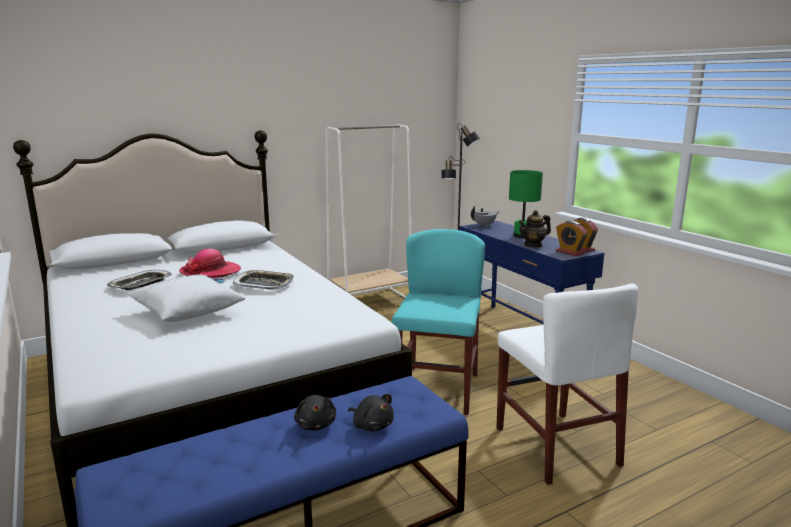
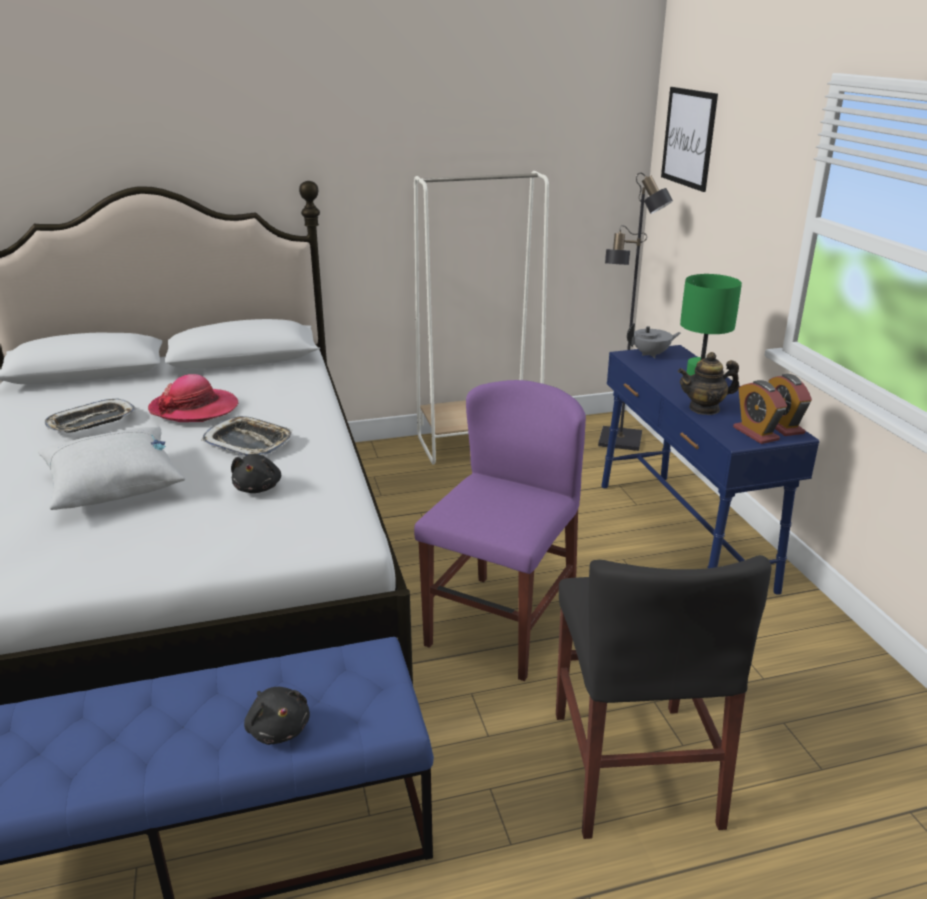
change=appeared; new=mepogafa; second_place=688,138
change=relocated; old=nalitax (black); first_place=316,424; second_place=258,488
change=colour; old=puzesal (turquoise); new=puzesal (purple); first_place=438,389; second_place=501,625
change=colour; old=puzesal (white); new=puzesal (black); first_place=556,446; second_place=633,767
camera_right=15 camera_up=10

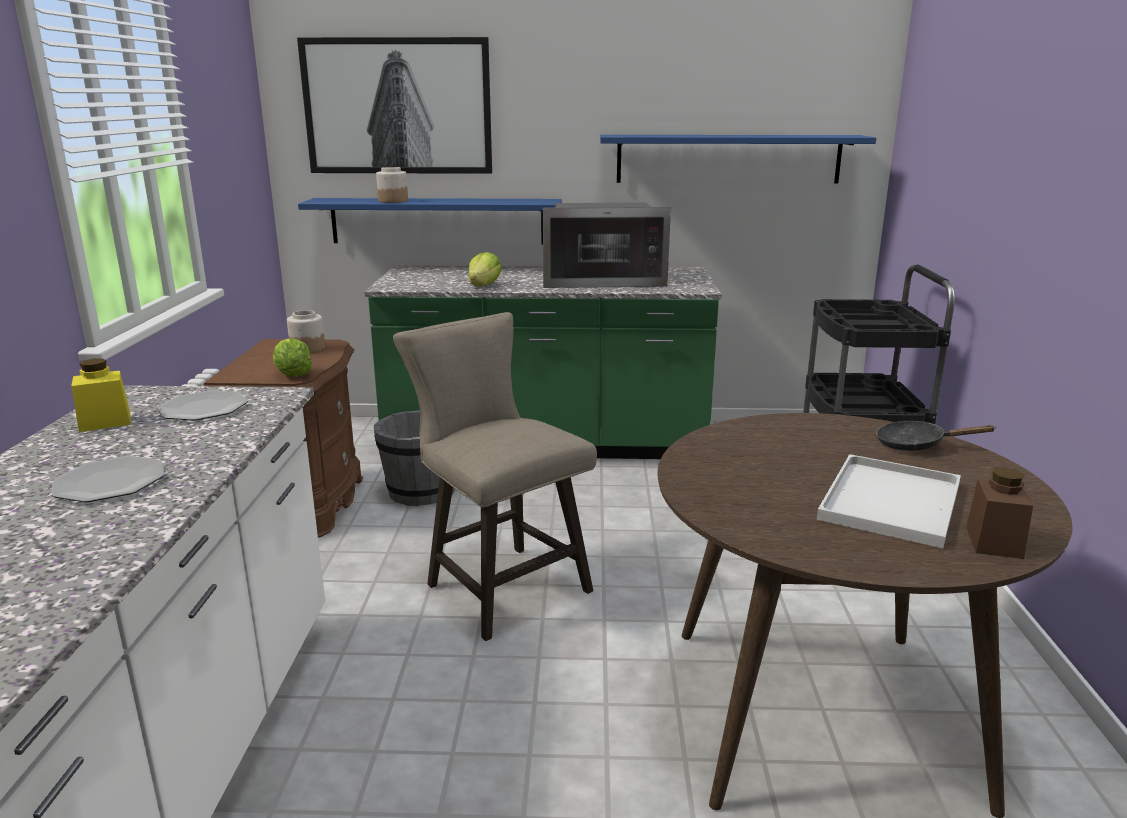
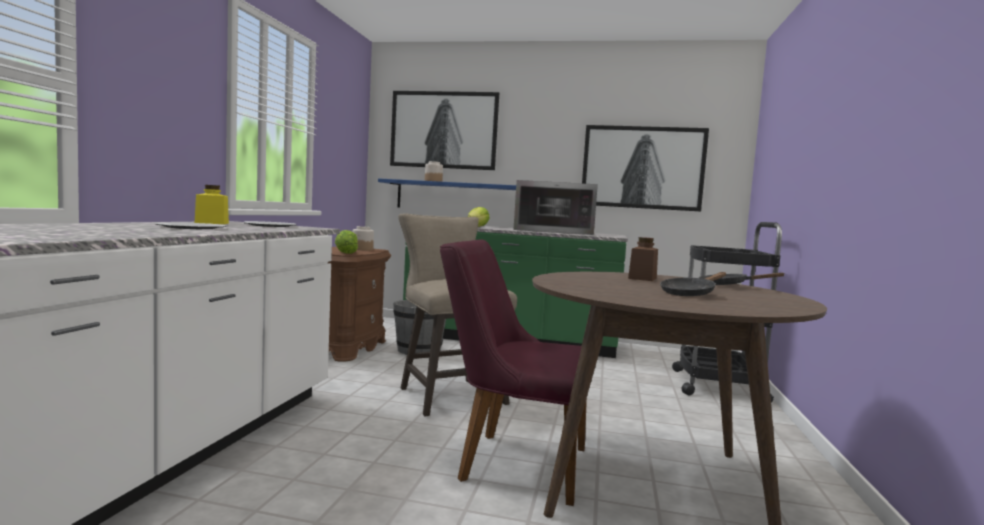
change=appeared; new=puzesal (purple); second_place=511,462
change=relocated; old=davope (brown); first_place=994,542; second_place=642,278
change=exchanged; old=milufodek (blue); new=mepogafa; first_place=728,159; second_place=642,167
change=exchanged; old=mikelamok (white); new=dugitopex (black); first_place=889,500; second_place=690,294
camera_right=10 camera_up=-15

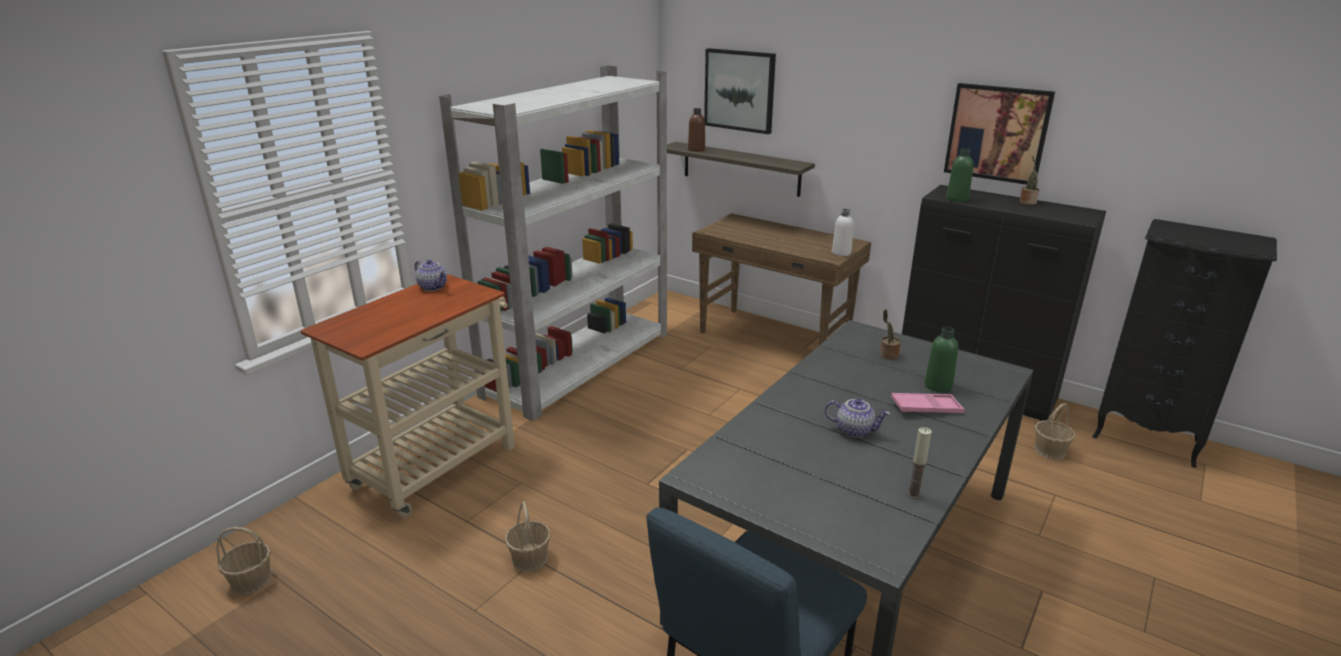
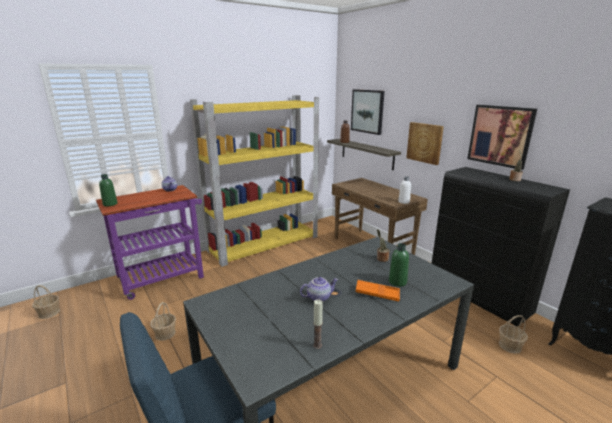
change=appeared; new=mepogafa; second_place=425,142
change=relocated; old=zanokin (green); first_place=957,199; second_place=110,204
change=colour; old=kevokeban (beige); new=kevokeban (purple); first_place=436,467; second_place=163,279
change=colour; old=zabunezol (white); new=zabunezol (yellow); first_place=579,363; second_place=264,244
change=colour; old=mikelamok (pink); new=mikelamok (orange); first_place=926,408; second_place=377,293
change=spun; old=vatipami; first_place=854,430; second_place=319,297; degrees=-60
camera_right=20 camera_up=-5

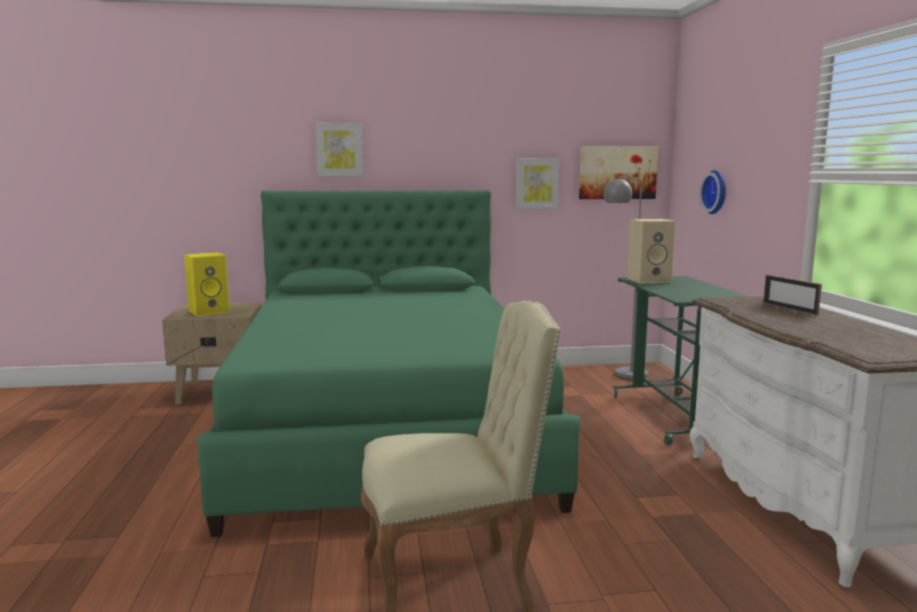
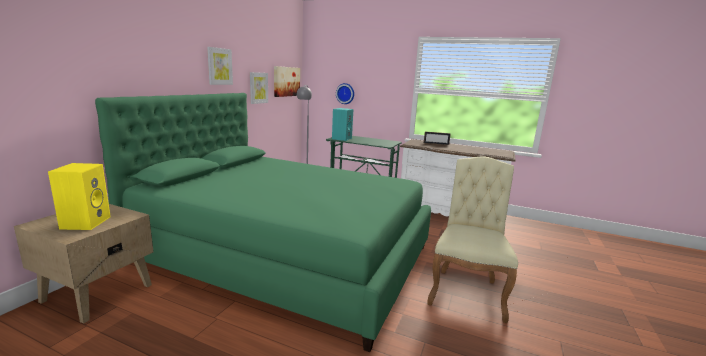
change=relocated; old=mepogafa; first_place=339,149; second_place=219,66
change=colour; old=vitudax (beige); new=vitudax (turquoise); first_place=649,280; second_place=341,138
camera_right=-60 camera_up=5

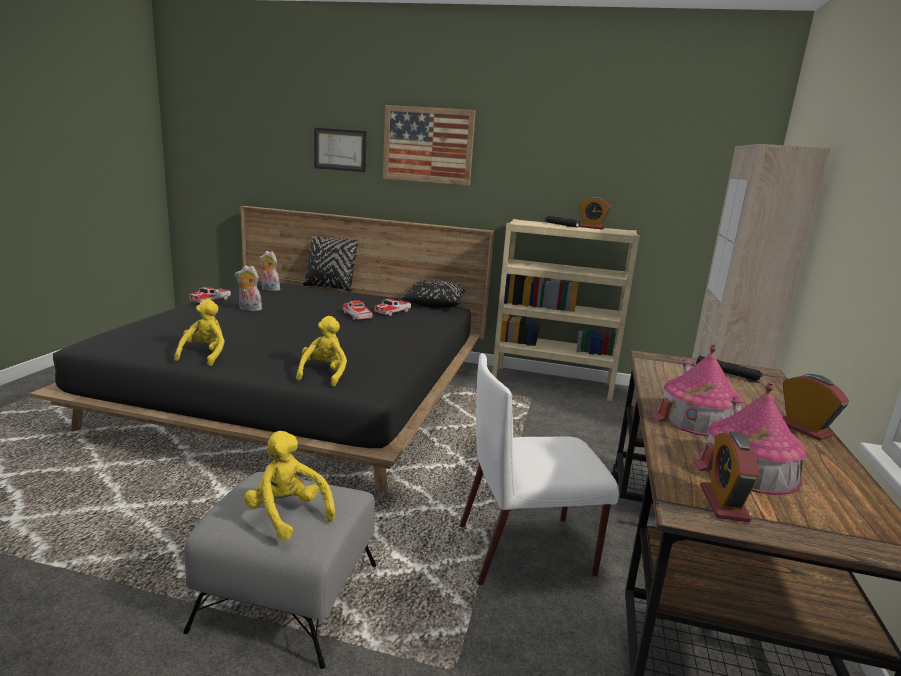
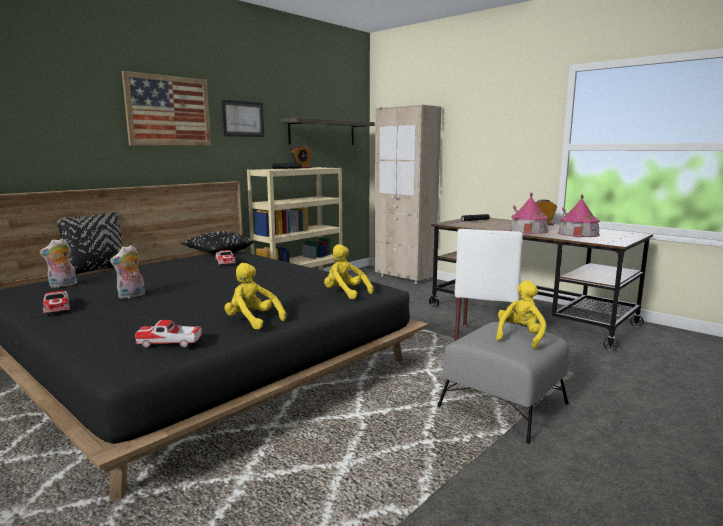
change=missing; old=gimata; first_place=724,503
change=appeared; new=milufodek; second_place=322,132
change=relocated; old=mepogafa; first_place=340,149; second_place=243,119
change=relocated; old=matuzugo; first_place=357,316; second_place=170,342
change=spun; old=nalitax (yellow); first_place=287,514; second_place=520,337; degrees=135
camera_right=-60 camera_up=-5

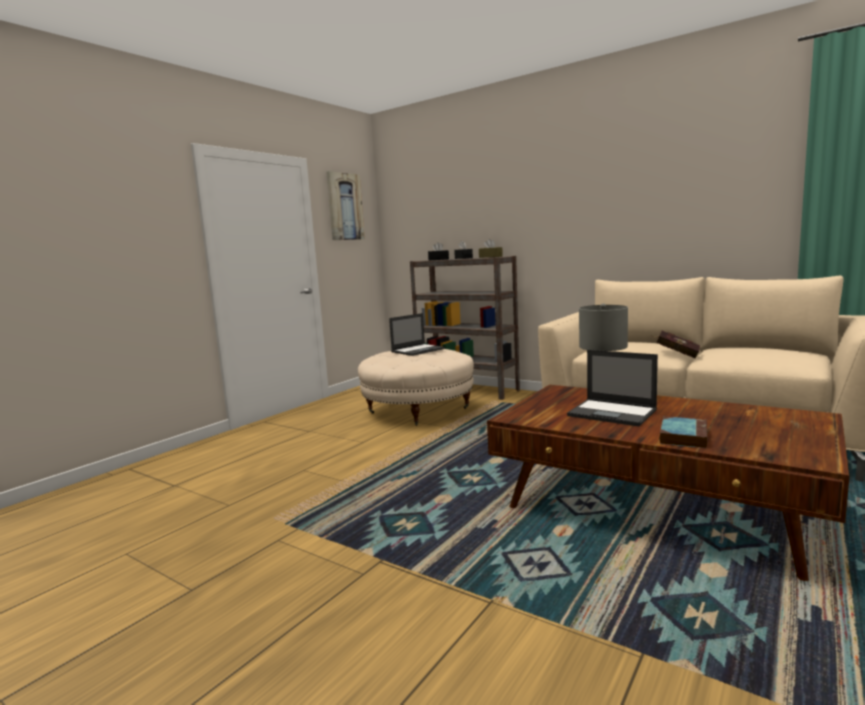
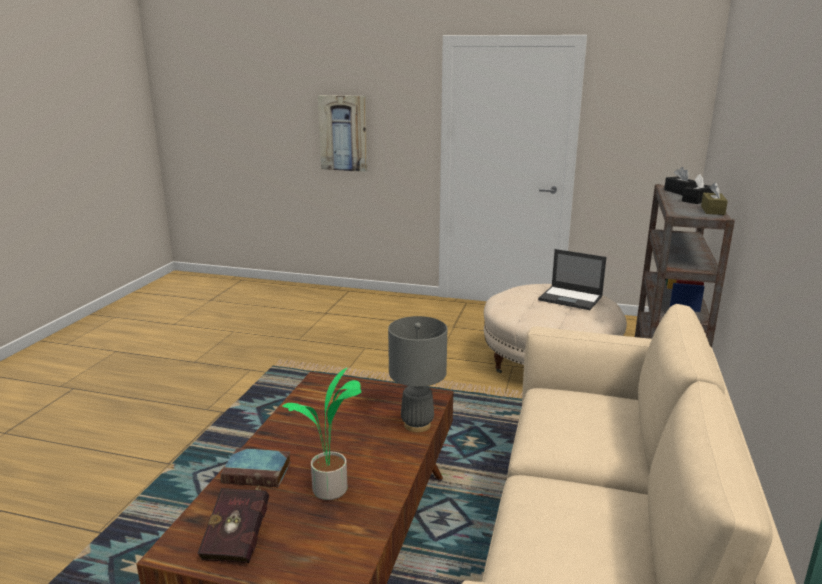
change=missing; old=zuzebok; first_place=613,413
change=appeared; new=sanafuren; second_place=330,492
change=relocated; old=mepogafa; first_place=344,207; second_place=343,133
change=relocated; old=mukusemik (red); first_place=675,355; second_place=239,538
camera_right=70 camera_up=10

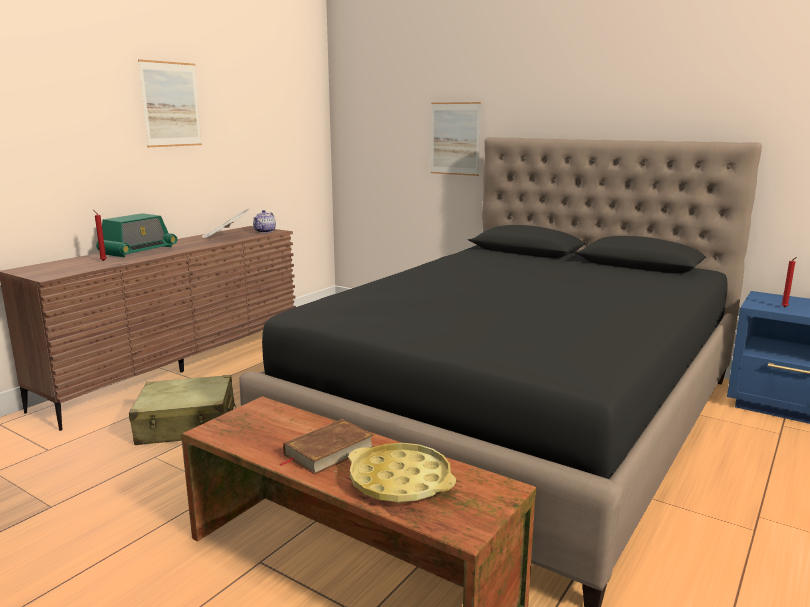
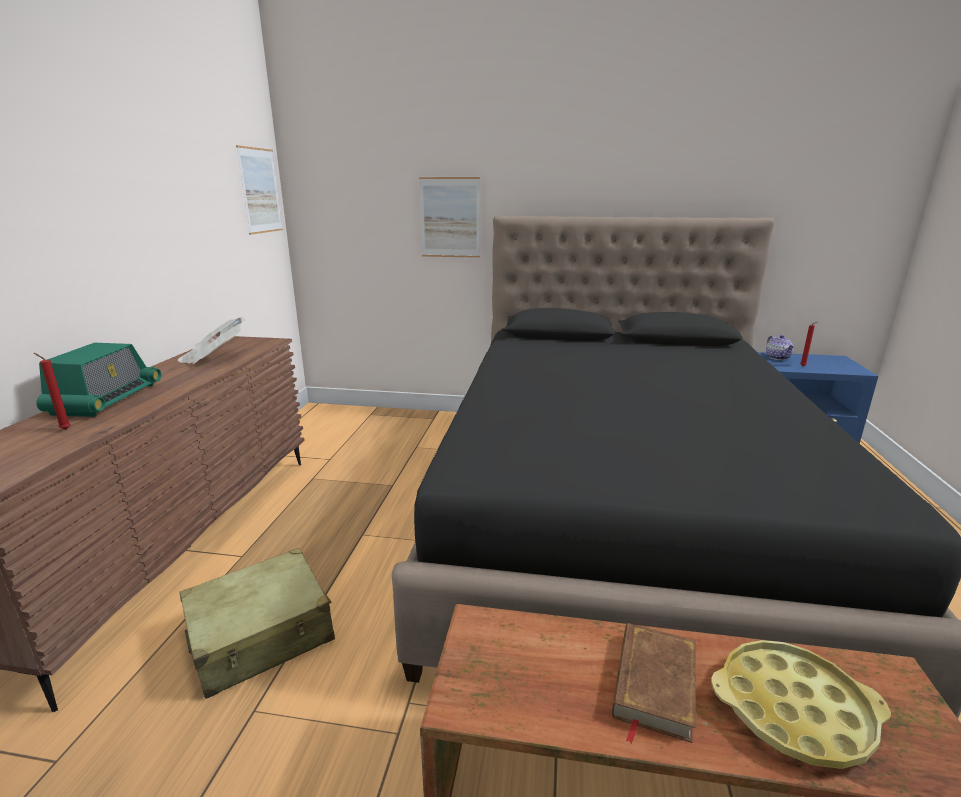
change=relocated; old=mepogafa; first_place=171,104; second_place=260,191
change=relocated; old=vatipami; first_place=265,231; second_place=777,357
camera_right=-25 camera_up=5

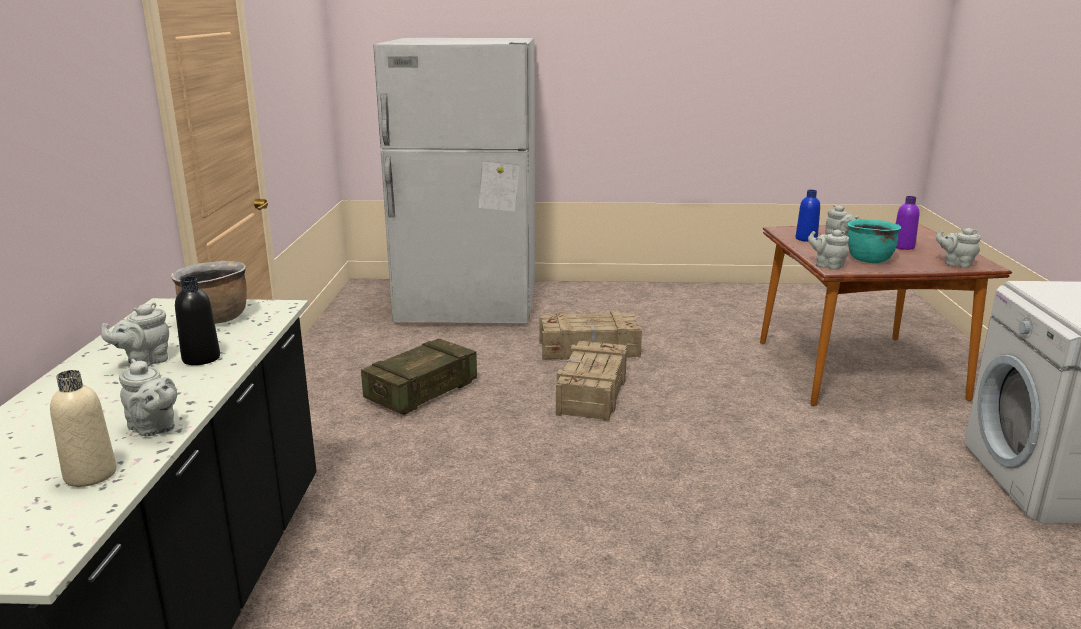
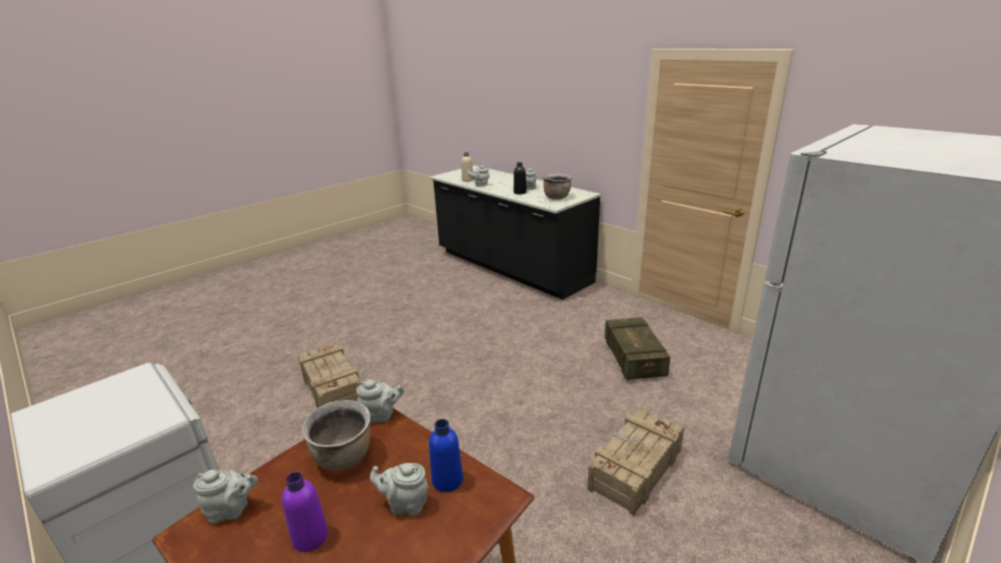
change=relocated; old=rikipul; first_place=591,393; second_place=332,387
change=colour; old=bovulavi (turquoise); new=bovulavi (brown); first_place=868,260; second_place=344,458
camera_right=135 camera_up=5

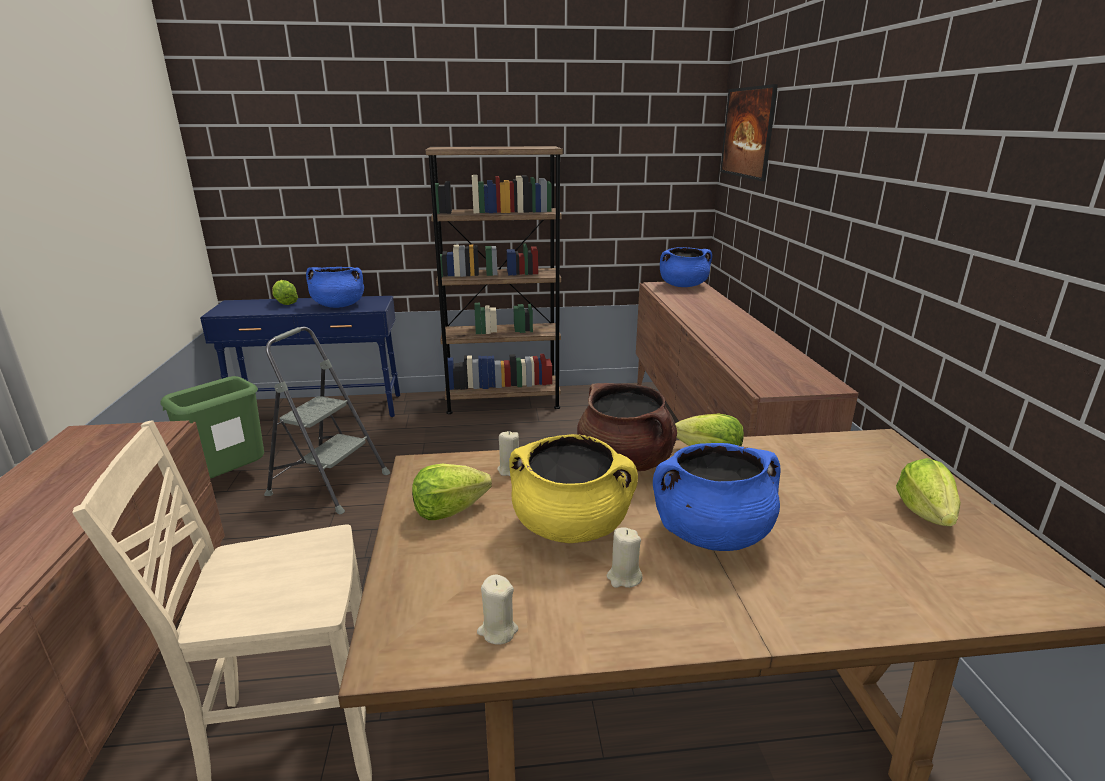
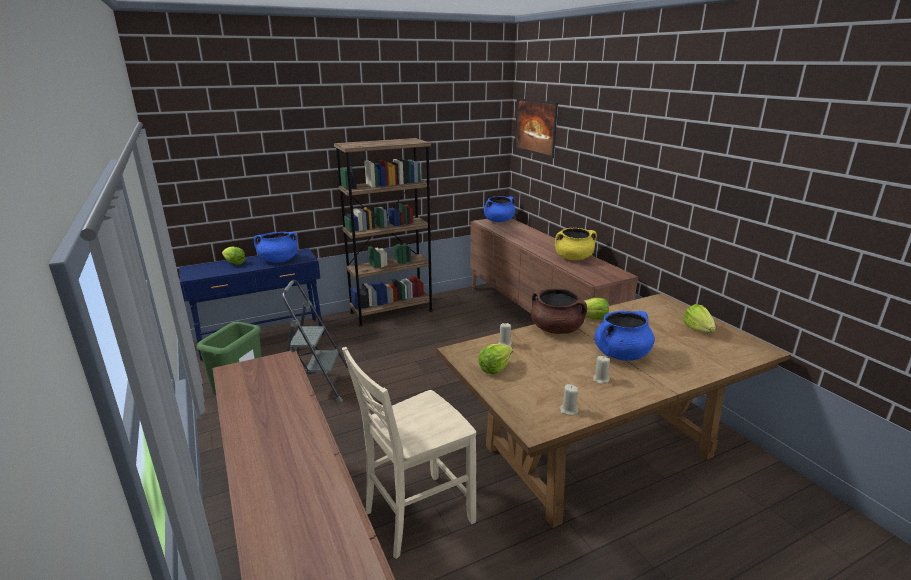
change=relocated; old=bovulavi (yellow); first_place=571,526; second_place=573,258
camera_right=-20 camera_up=0

